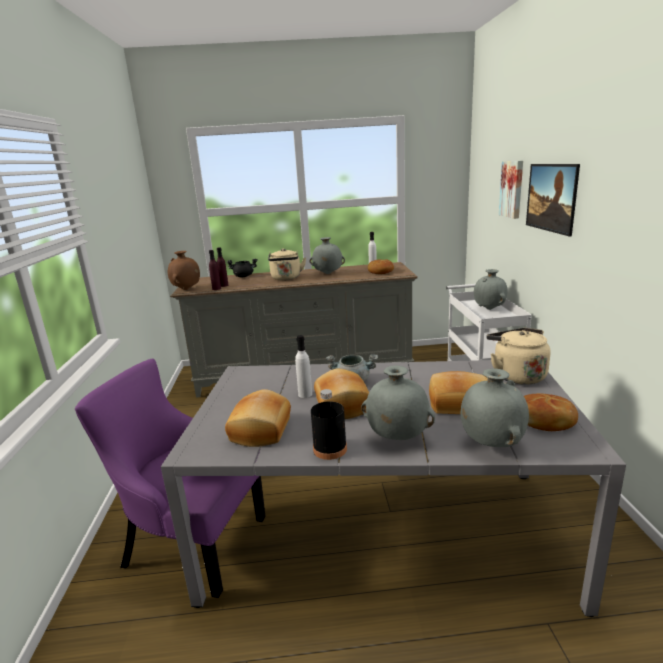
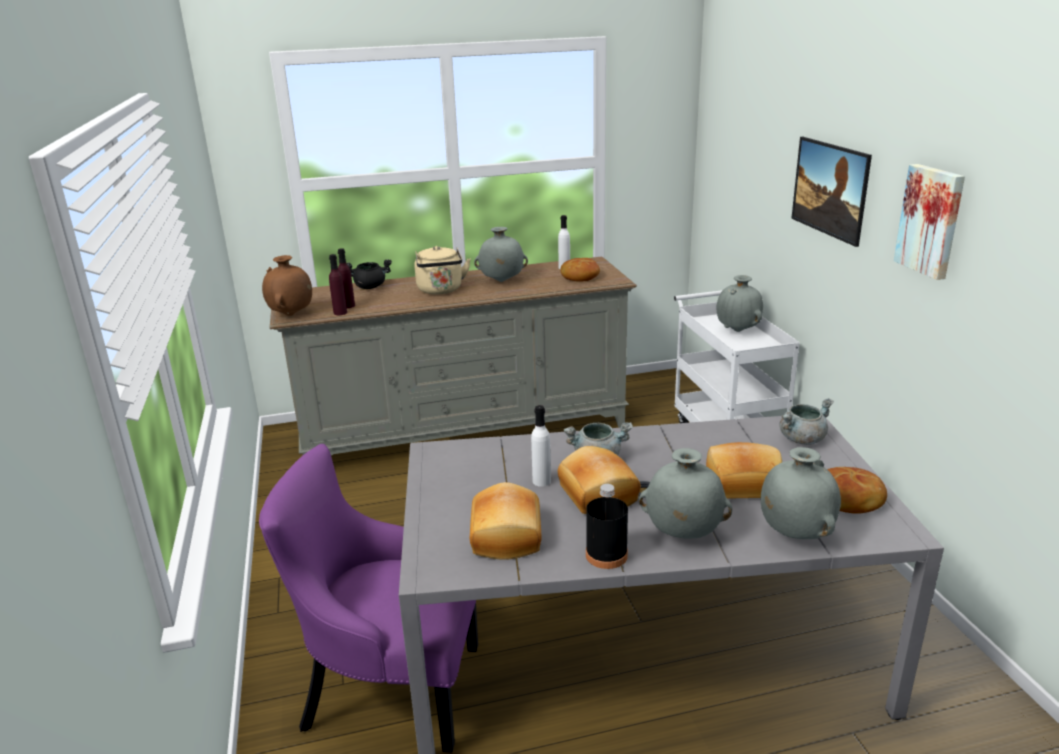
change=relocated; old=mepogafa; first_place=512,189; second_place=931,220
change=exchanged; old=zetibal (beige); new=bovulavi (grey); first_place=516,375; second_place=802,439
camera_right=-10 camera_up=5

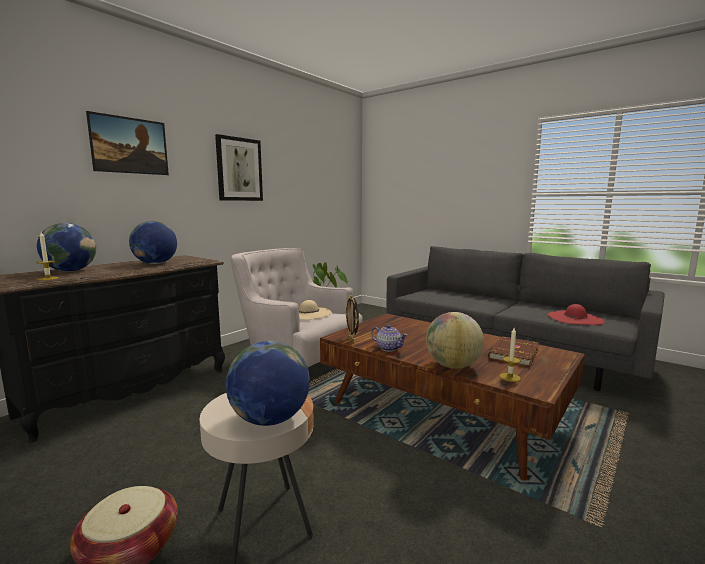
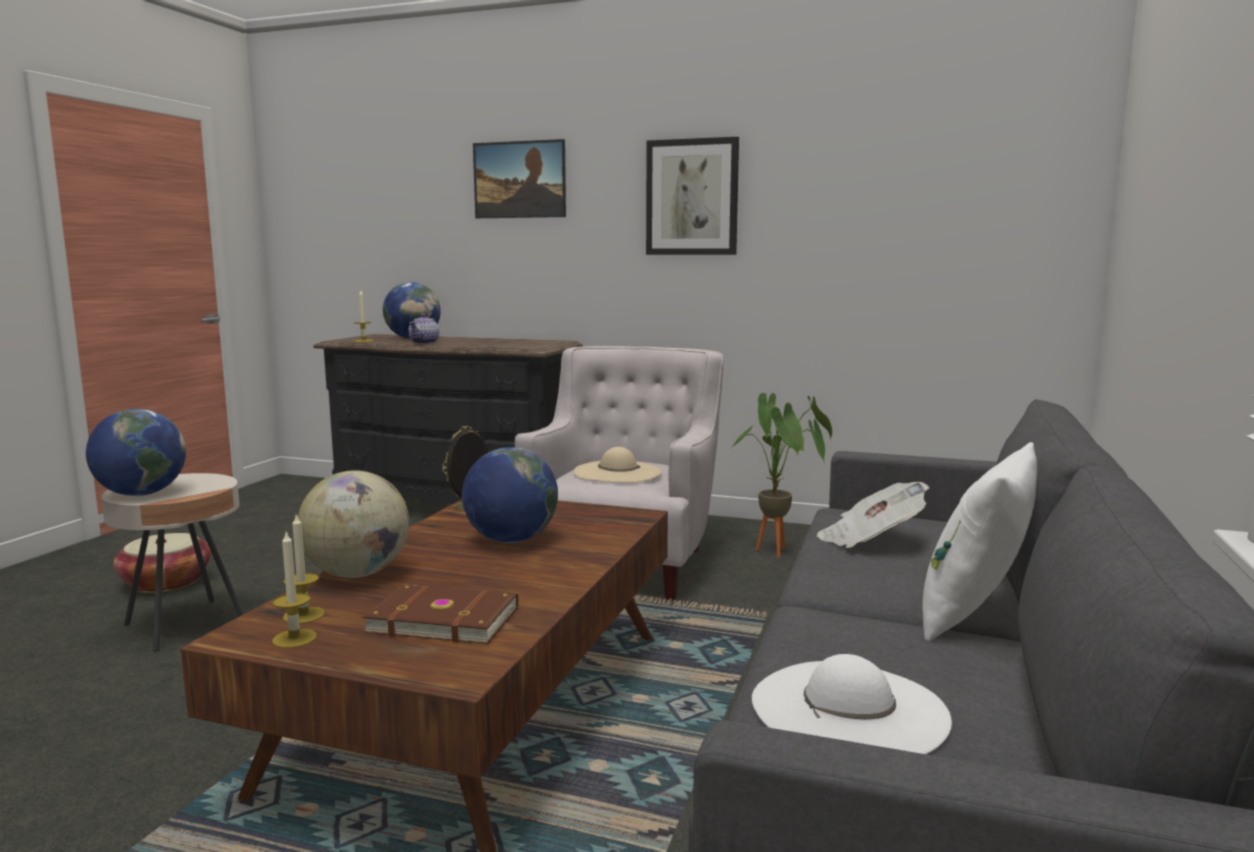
change=appeared; new=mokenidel; second_place=294,638
change=appeared; new=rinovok; second_place=870,541
change=appeared; new=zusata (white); second_place=974,616
change=relocated; old=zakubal; first_place=155,263; second_place=511,540
change=relocated; old=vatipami; first_place=388,348; second_place=425,343
change=colour; old=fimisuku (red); new=fimisuku (white); first_place=575,318; second_place=848,709
camera_right=70 camera_up=0

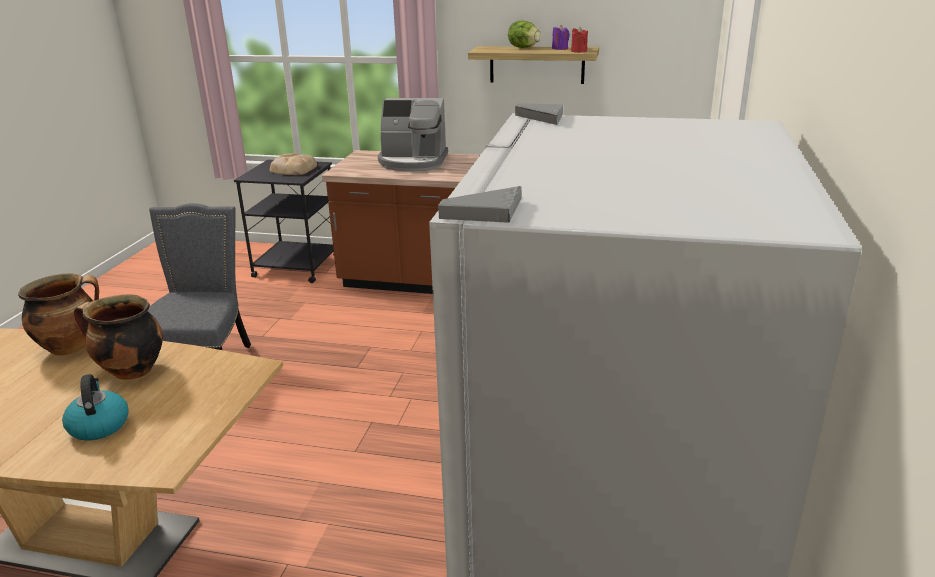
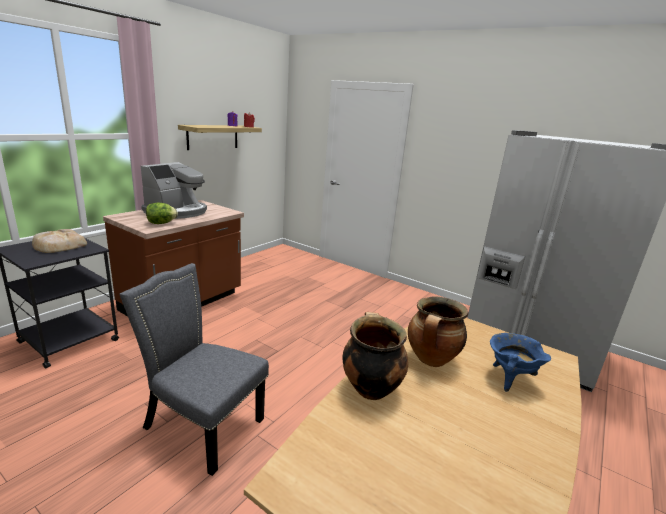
change=relocated; old=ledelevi; first_place=524,48; second_place=161,223
change=exchanged; old=zetibal; new=bovulavi (blue); first_place=99,425; second_place=509,378
camera_right=-70 camera_up=-5

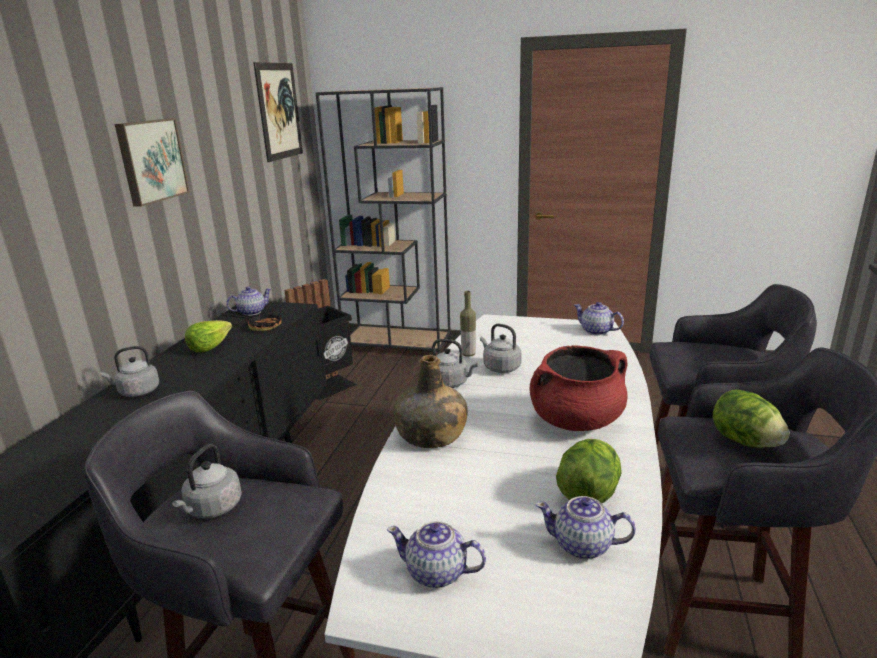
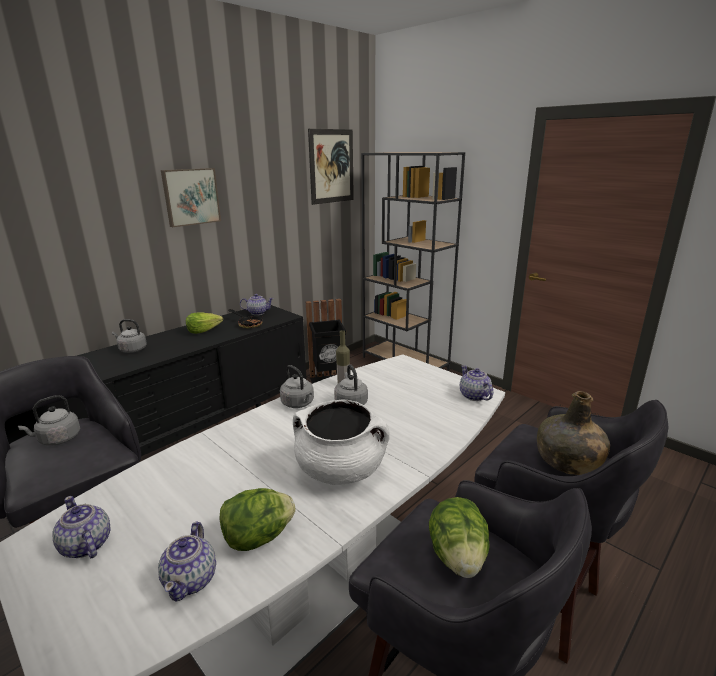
change=relocated; old=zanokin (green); first_place=431,435; second_place=567,461
change=colour; old=bovulavi (red); new=bovulavi (white); first_place=576,420; second_place=341,470
change=spun; old=vatipami; first_place=583,546; second_place=191,579; degrees=-135
camera_right=30 camera_up=0

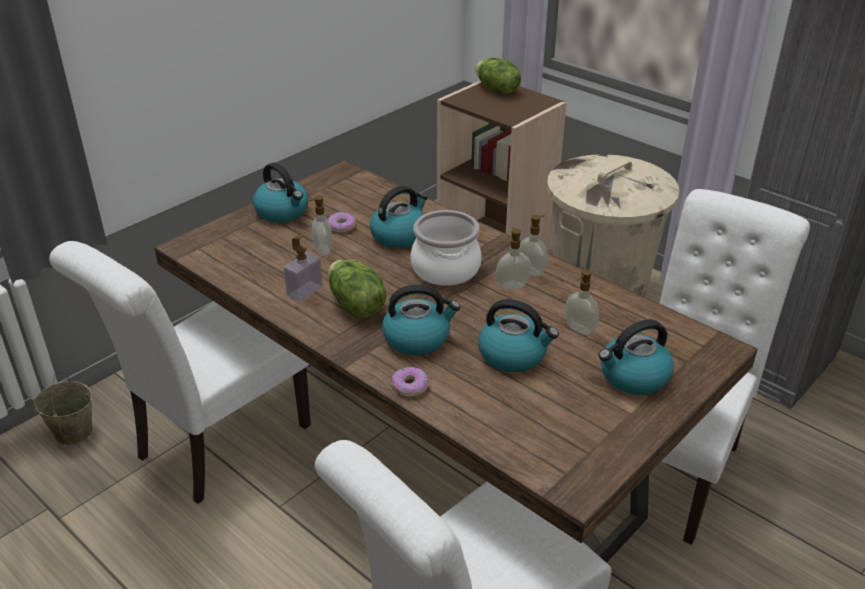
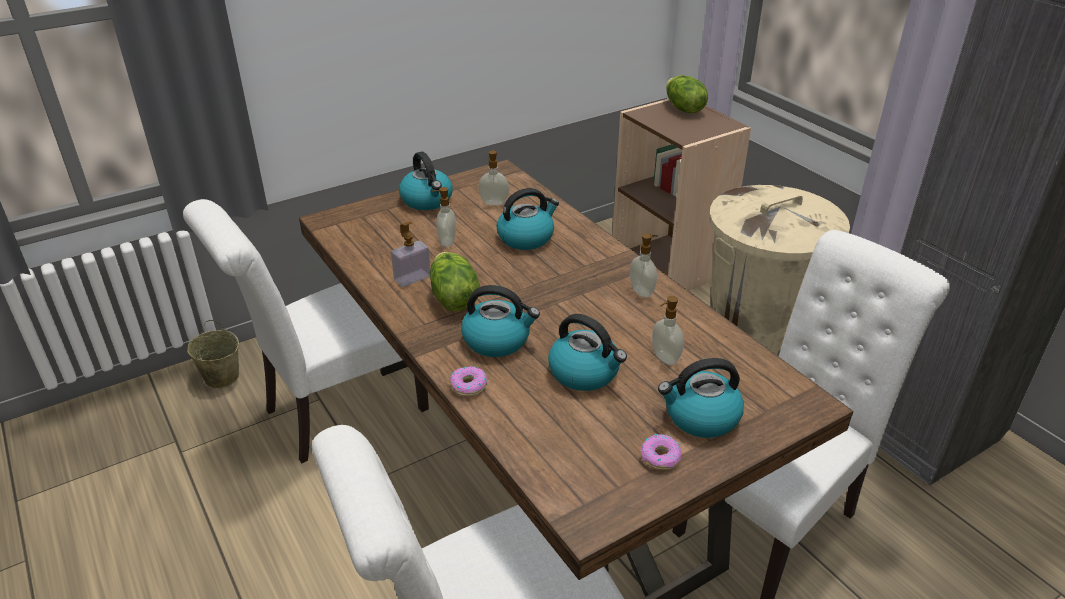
change=missing; old=bovulavi; first_place=445,269
change=relocated; old=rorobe; first_place=342,226; second_place=660,457
change=relocated; old=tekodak; first_place=512,285; second_place=494,202
camera_right=15 camera_up=0

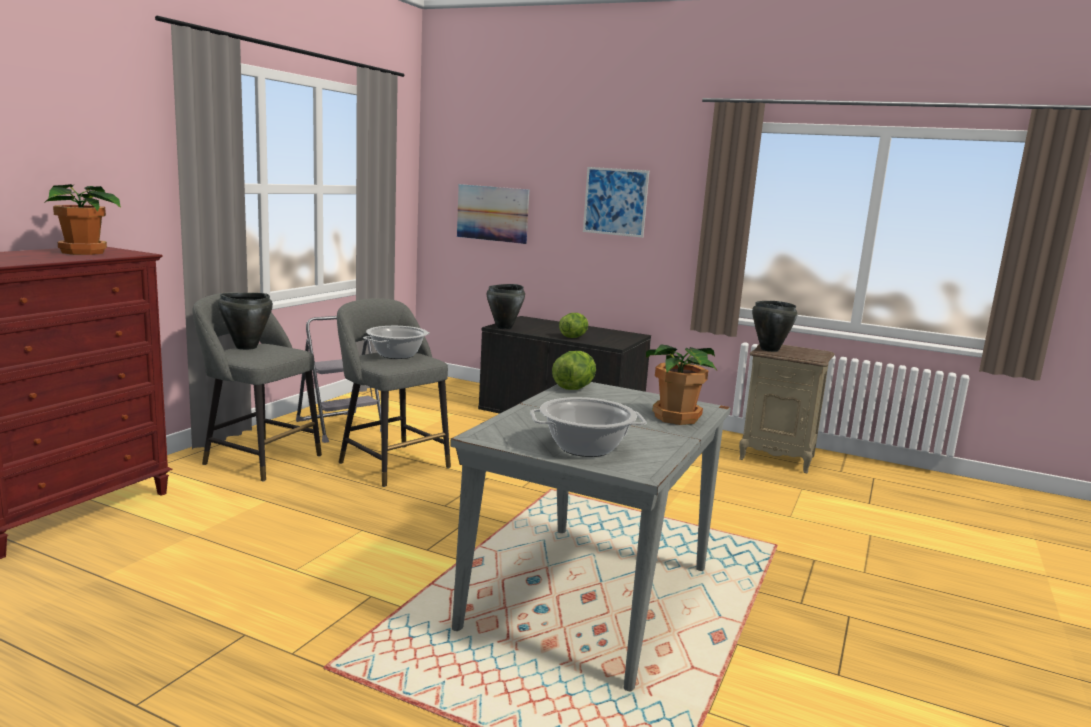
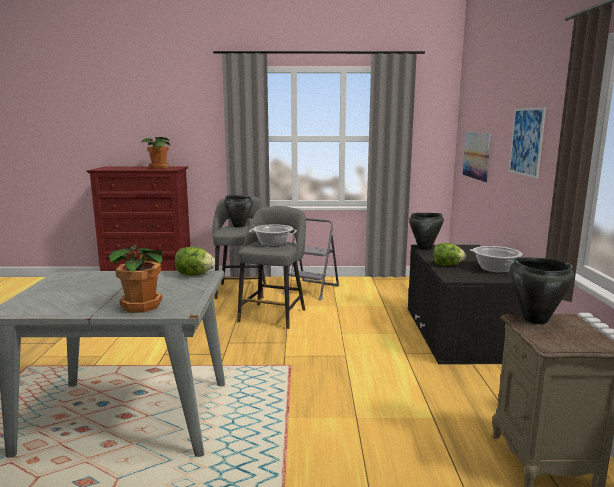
change=relocated; old=bovulavi; first_place=585,448; second_place=495,269
camera_right=65 camera_up=0

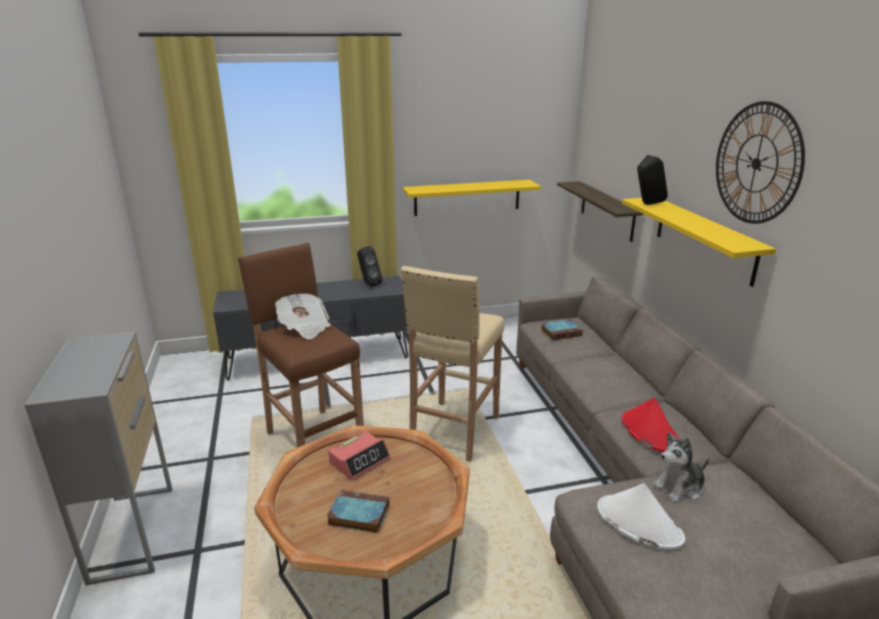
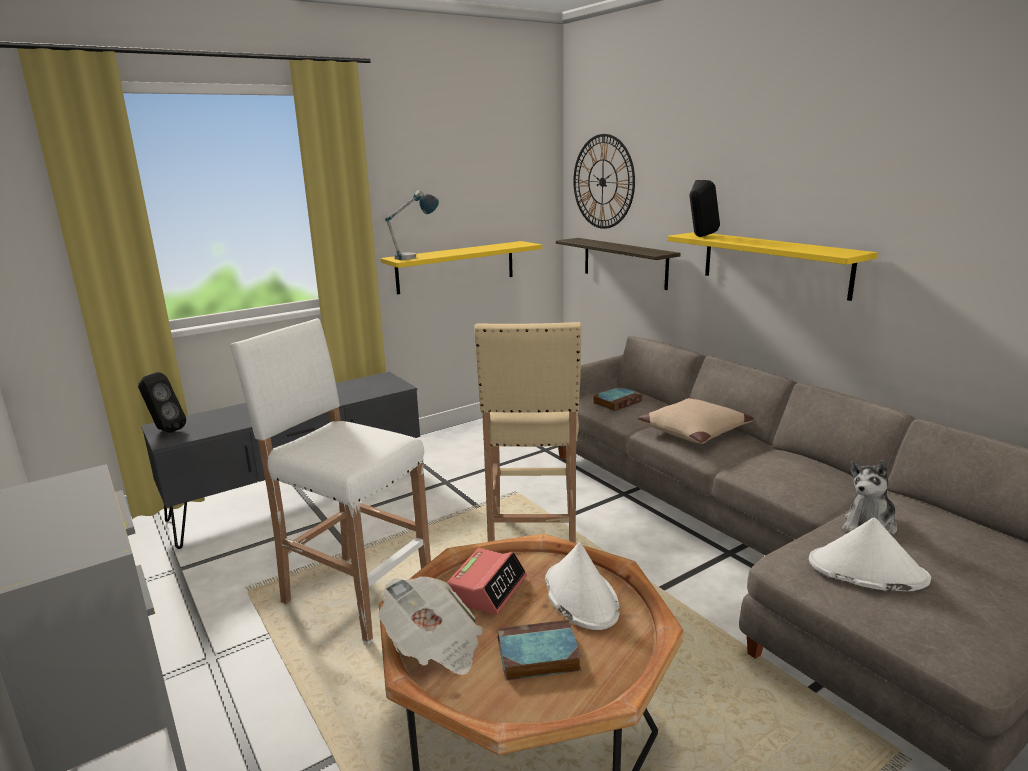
change=missing; old=fimisuku (red); first_place=649,432
change=appeared; new=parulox; second_place=415,257
change=appeared; new=fimisuku (white); second_place=580,596
change=appeared; new=zusata (beige); second_place=694,430
change=relocated; old=rinovok; first_place=304,327; second_place=434,646
change=relocated; old=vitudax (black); first_place=368,284; second_place=165,430
change=relocated; old=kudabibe; first_place=756,163; second_place=603,182
change=colour; old=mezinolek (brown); new=mezinolek (white); first_place=313,439; second_place=354,595
camera_right=-20 camera_up=-5

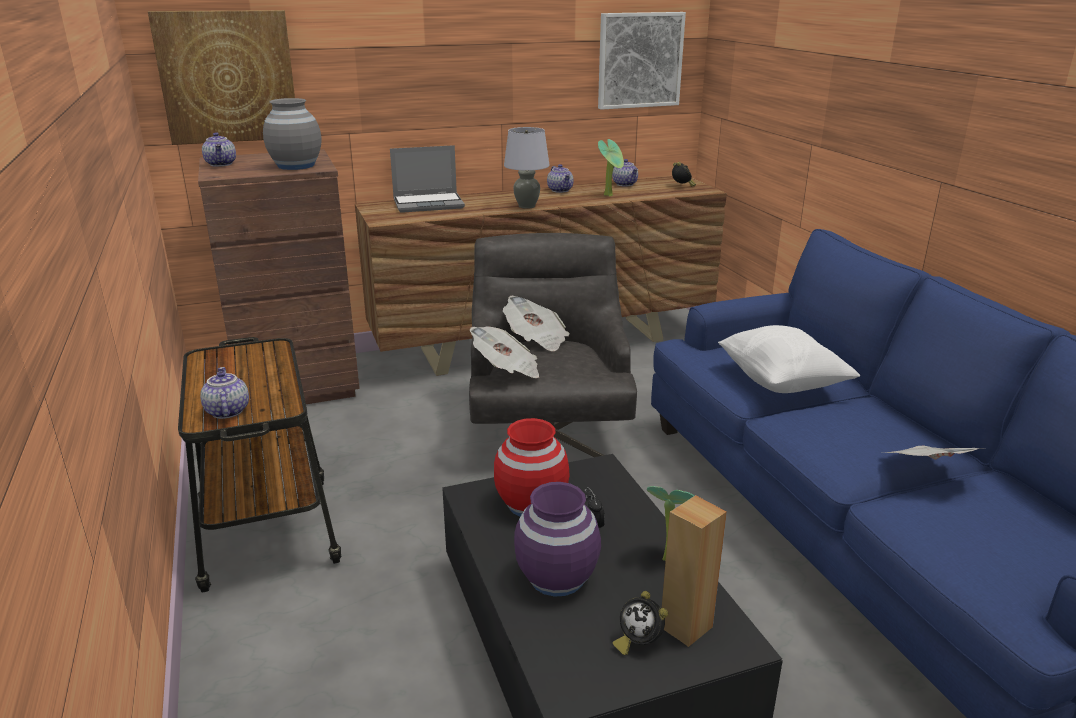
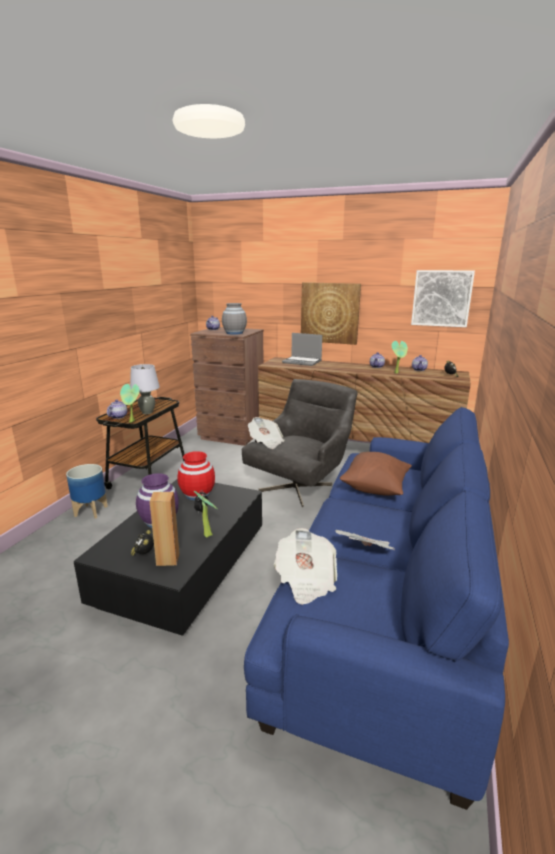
change=appeared; new=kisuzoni; second_place=91,511
change=appeared; new=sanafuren; second_place=132,422
change=relocated; old=mepogafa; first_place=227,77; second_place=330,313
change=relocated; old=rinovok; first_place=536,339; second_place=305,580
change=relocated; old=parulox (grey); first_place=526,206; second_place=147,412
change=colour; old=zusata (white); new=zusata (brown); first_place=781,383; second_place=375,488
camera_right=40 camera_up=-5

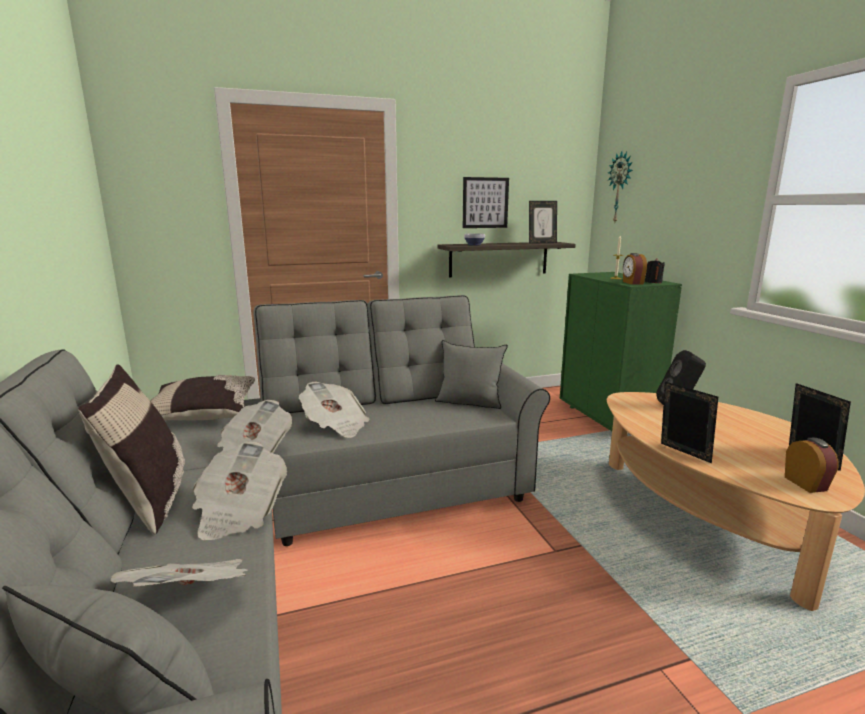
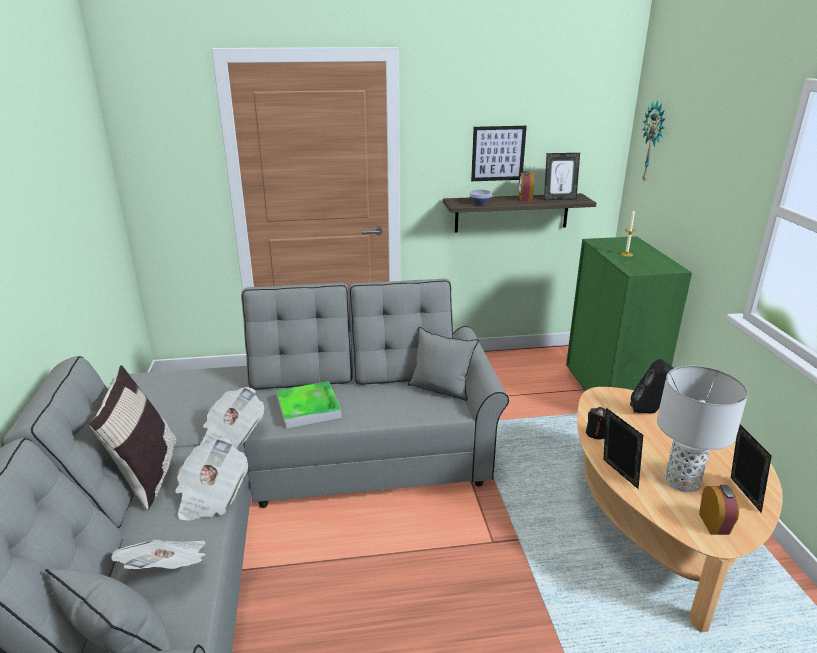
change=missing; old=zusata; first_place=203,414
change=appeared; new=parulox (white); second_place=683,481
change=relocated; old=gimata; first_place=632,283; second_place=525,199
change=relocated; old=mokenidel (black); first_place=653,282; second_place=596,433
change=exchanged; old=rinovok; new=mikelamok; first_place=335,425; second_place=308,408
camera_right=10 camera_up=10

